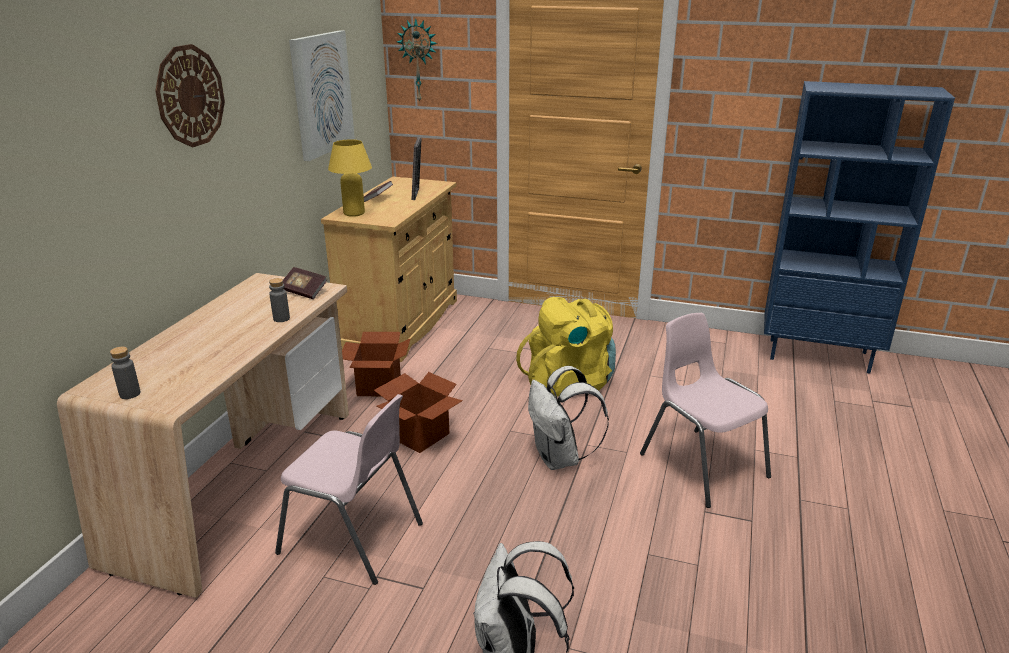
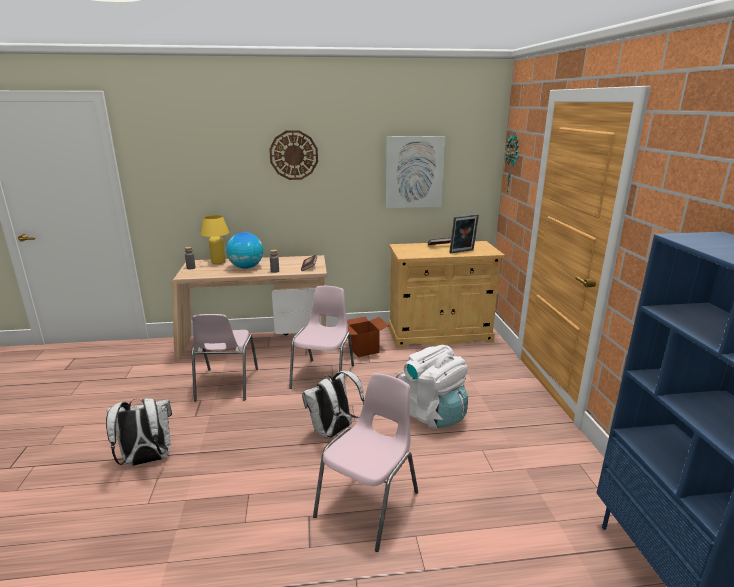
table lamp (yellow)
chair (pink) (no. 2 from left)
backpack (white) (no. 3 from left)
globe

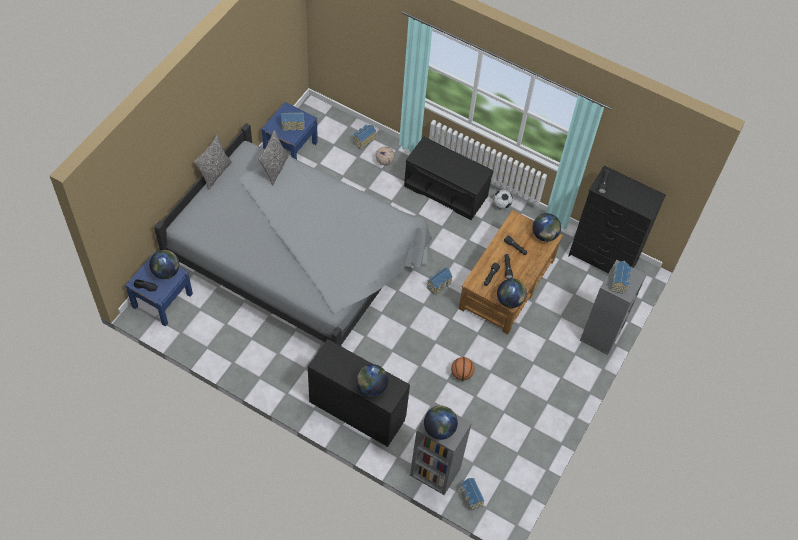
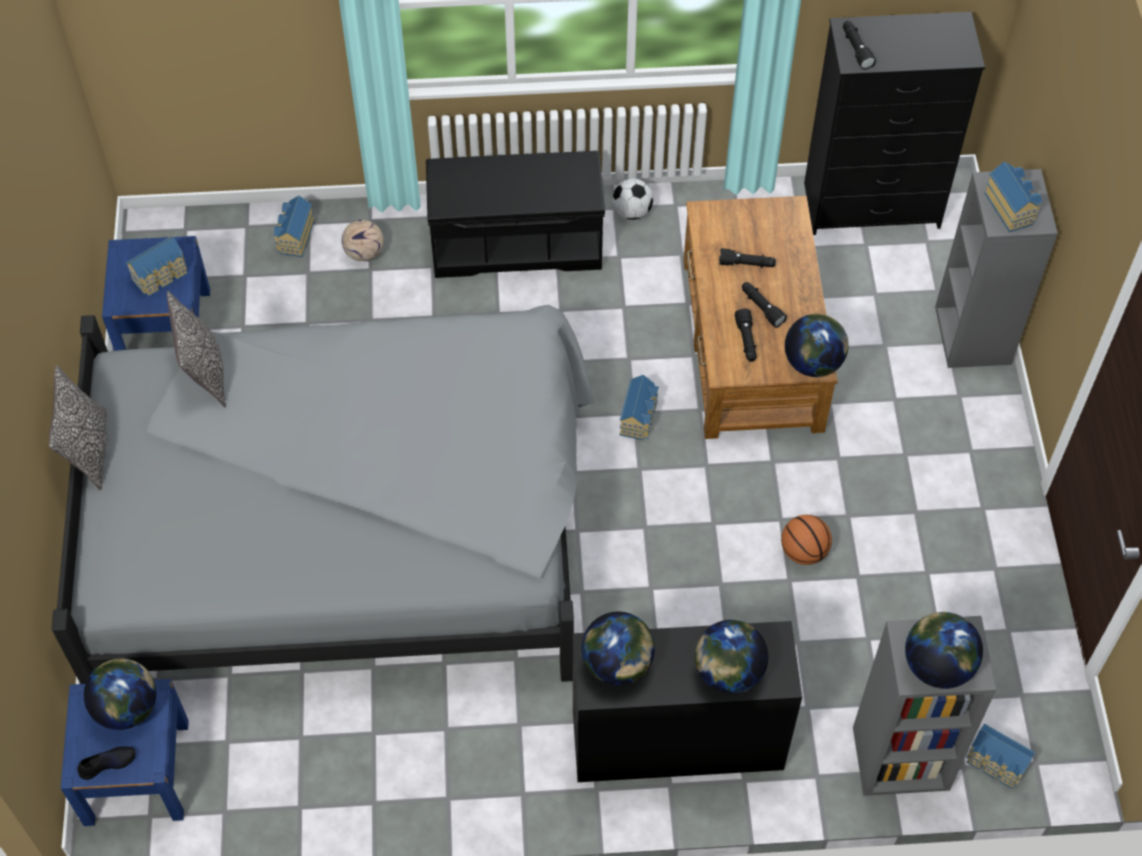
globe (no. 2 from left)

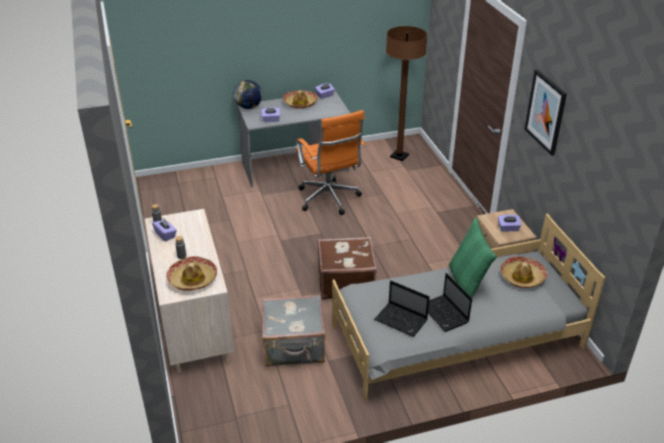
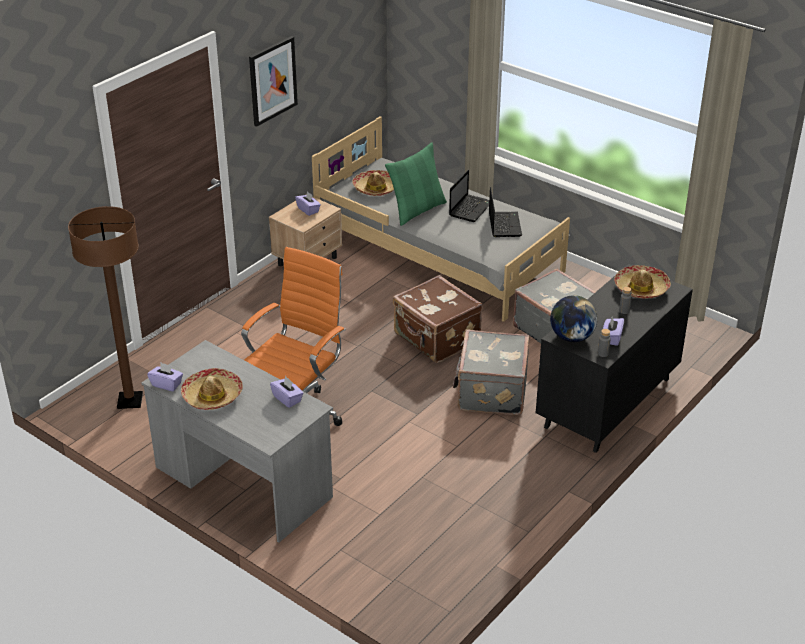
dresser (black)
globe
suitcase (grey) (no. 1 from left)

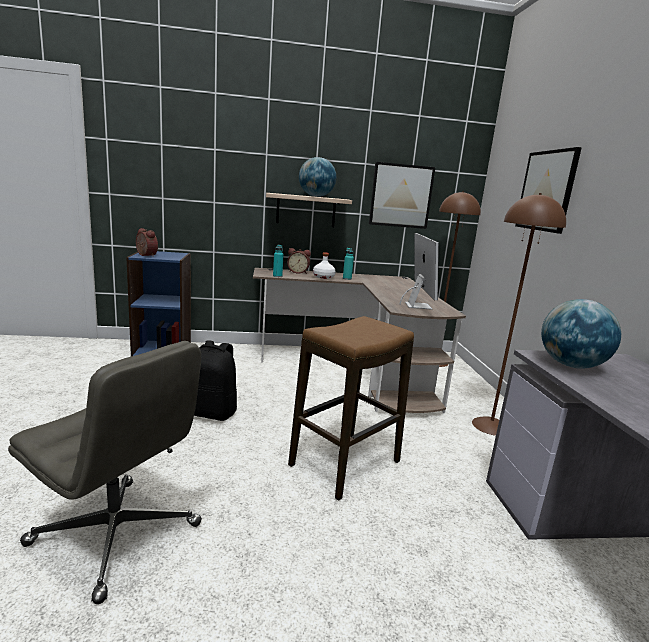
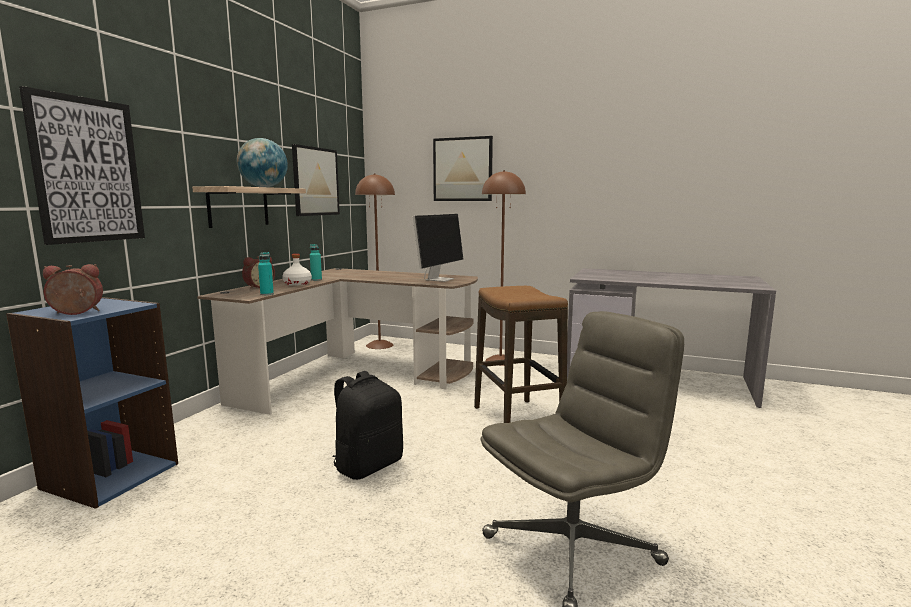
monitor
globe (no. 2 from left in the first image)
picture (no. 1 from left)

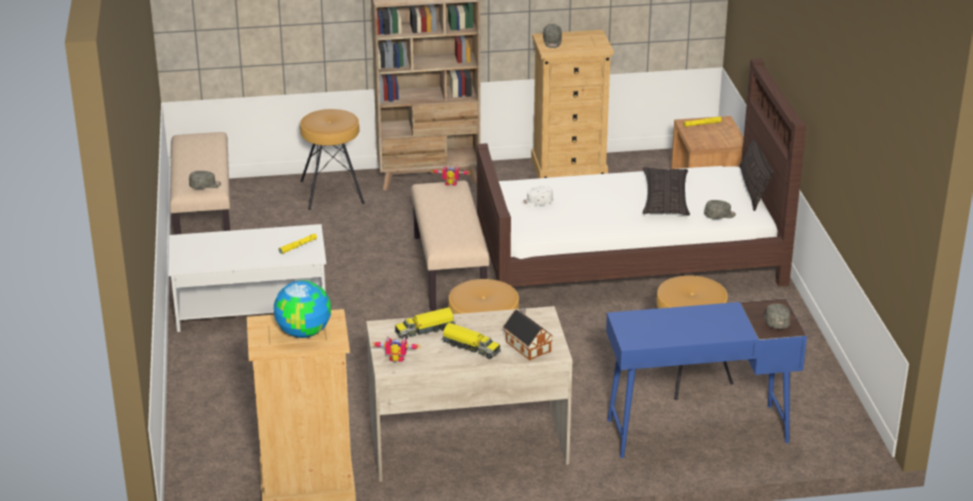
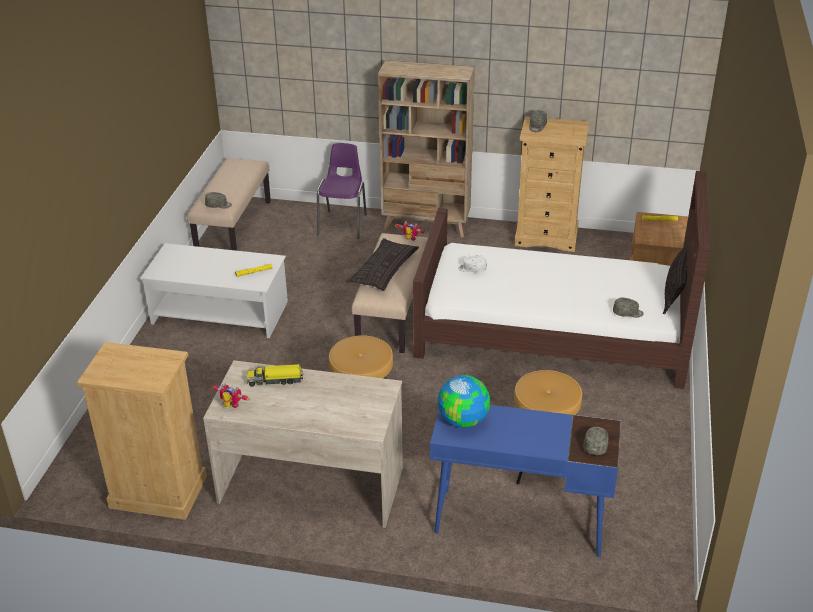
globe
chair (purple)
toy truck (no. 2 from left in the first image)
toy house
pillow (no. 1 from left)

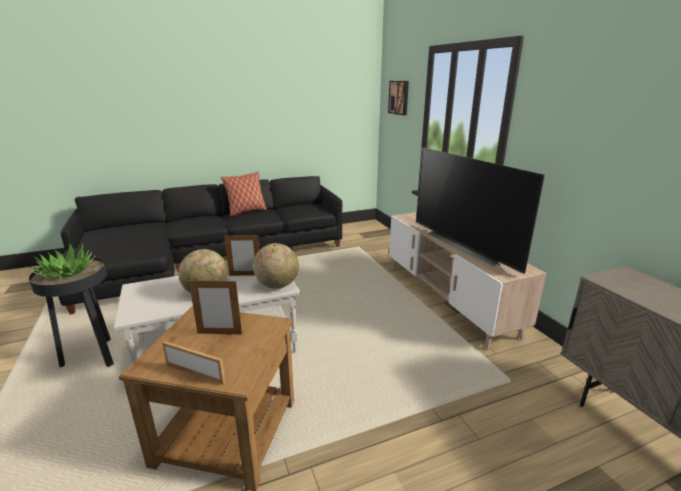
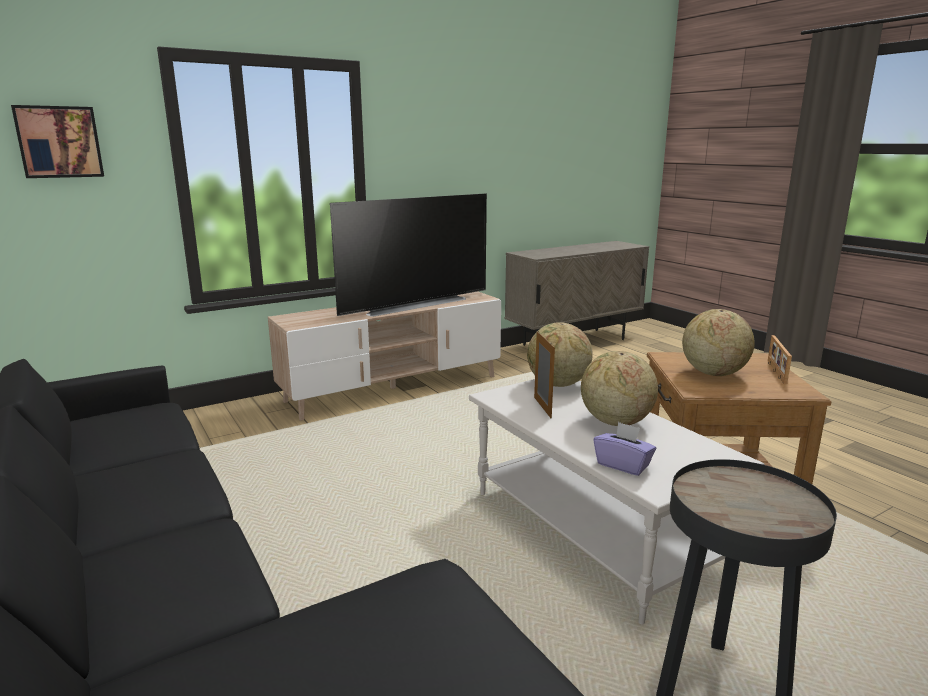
potted plant
globe (no. 3 from left)
pillow
tissue box (purple)

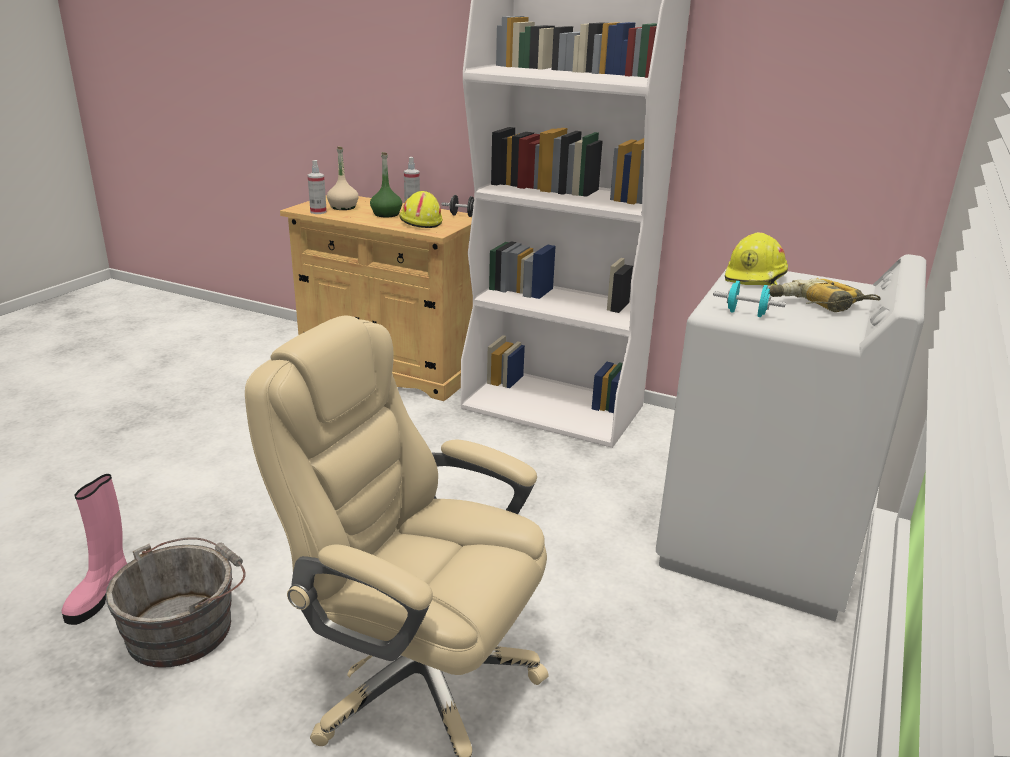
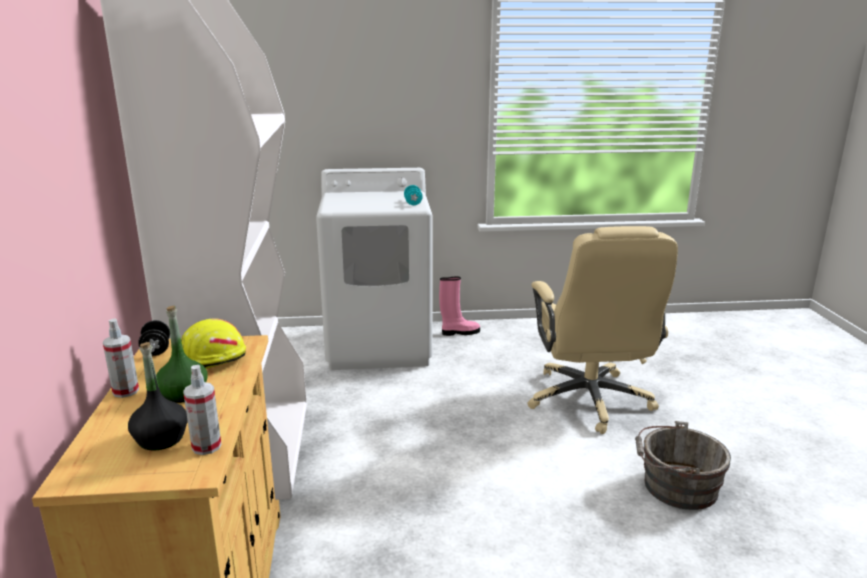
boot (pink)
bottle (black)
hard hat (yellow) (no. 2 from left in the first image)
power drill

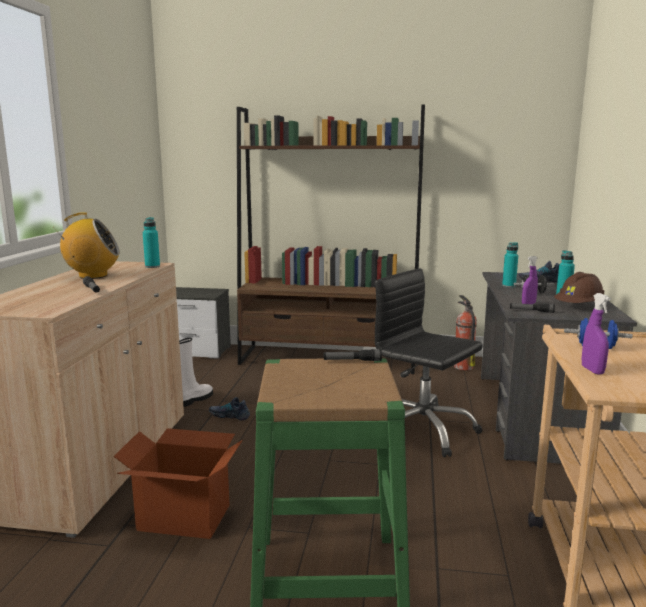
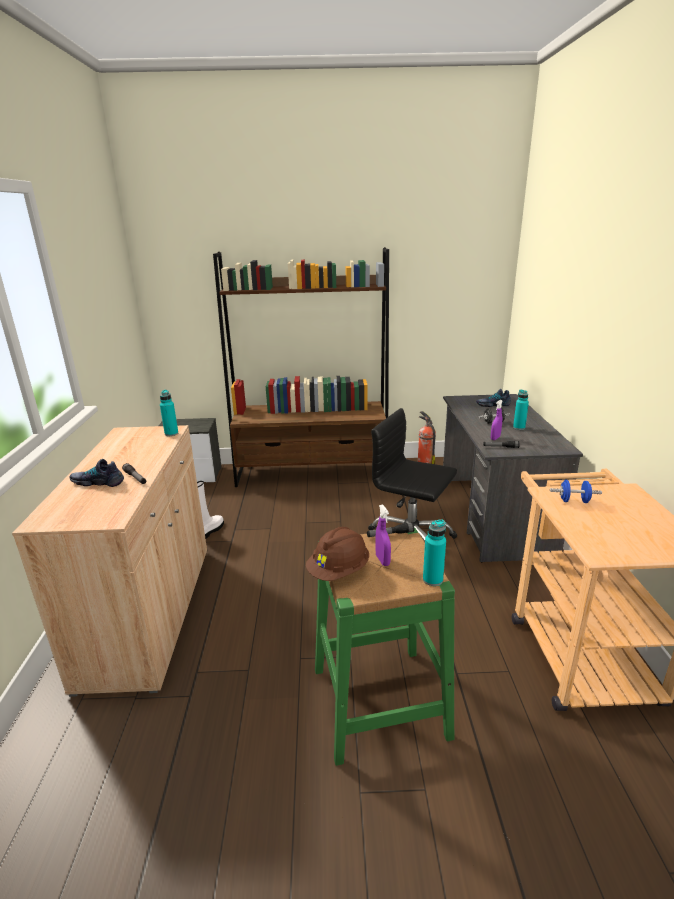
radio
cardboard box
shoe (no. 1 from left)
bottle (turquoise) (no. 2 from left)
hard hat (brown)
spray bottle (purple) (no. 1 from left)

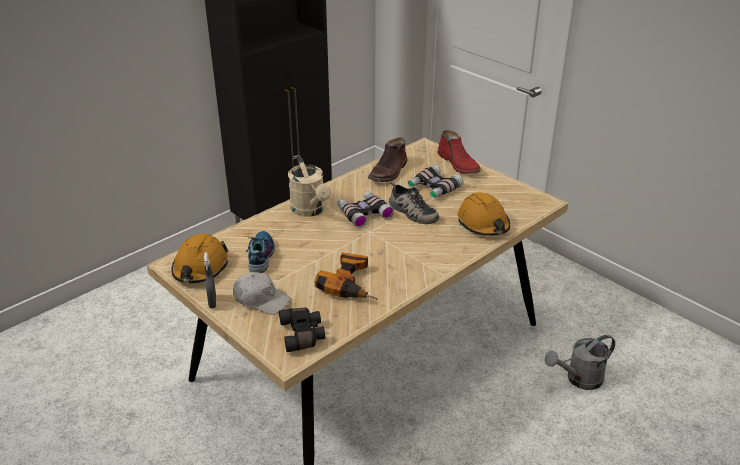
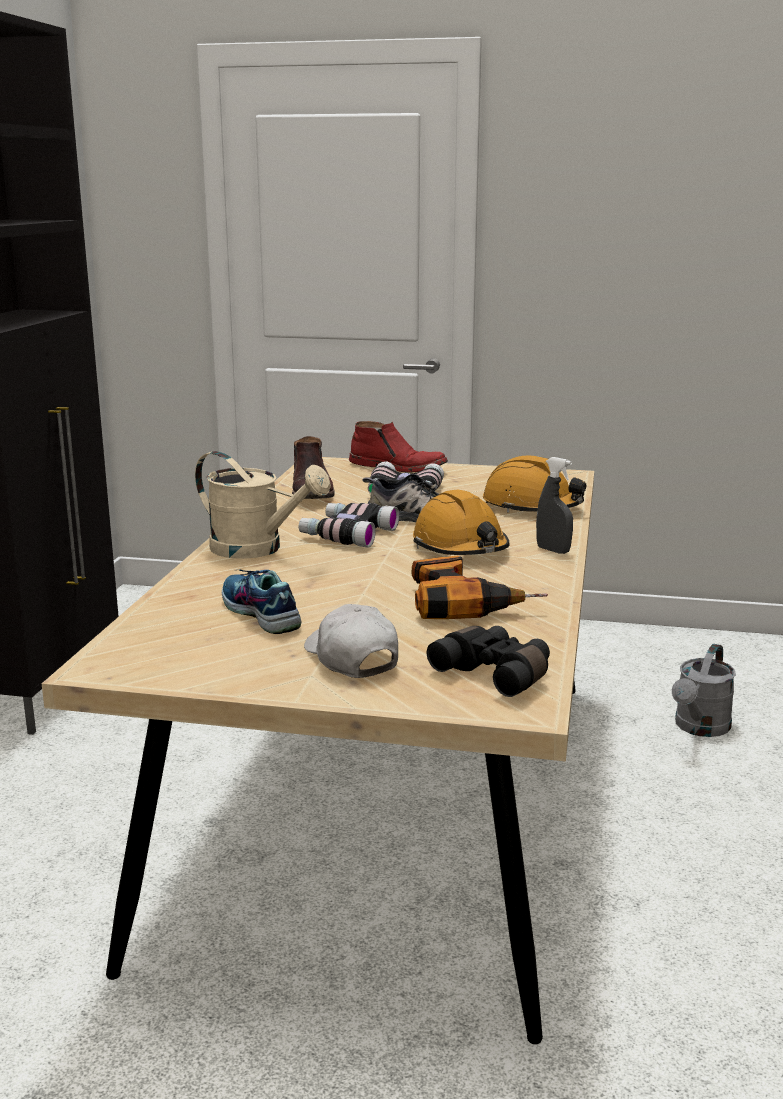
hard hat (orange) (no. 1 from left)
spray bottle (grey)
cap (white)

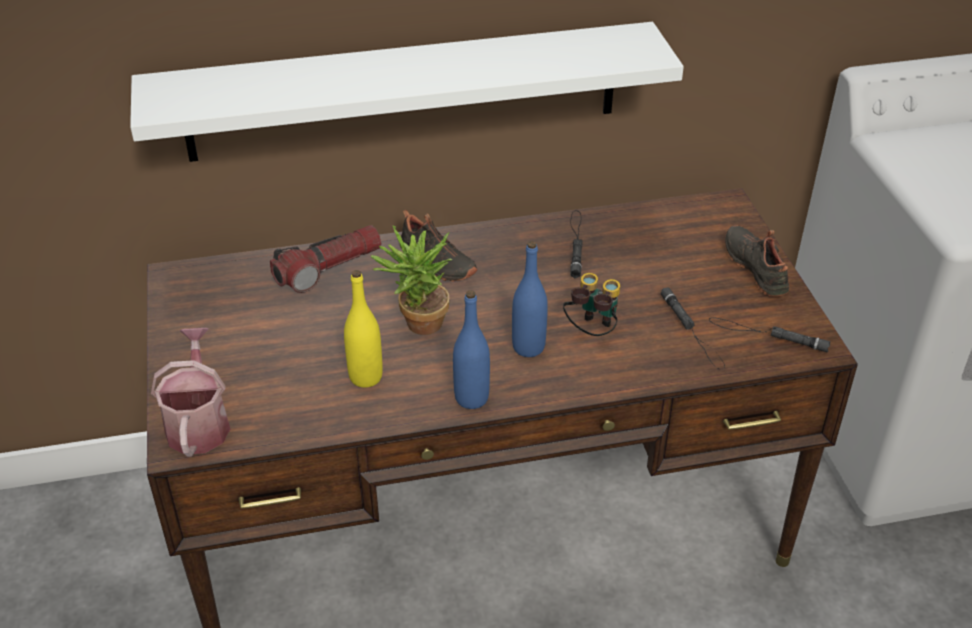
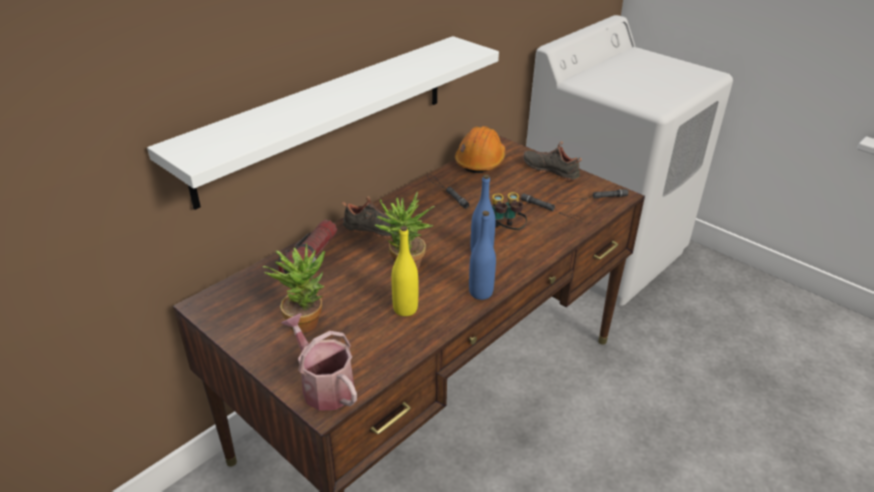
potted plant (no. 1 from left)
hard hat (orange)

